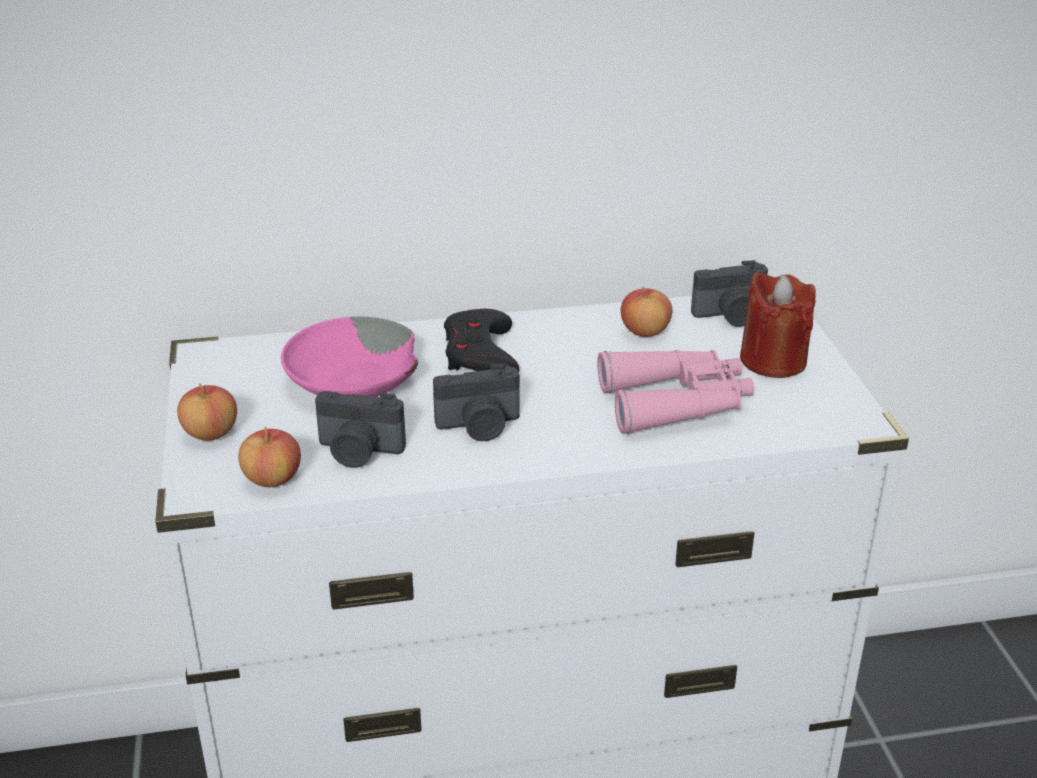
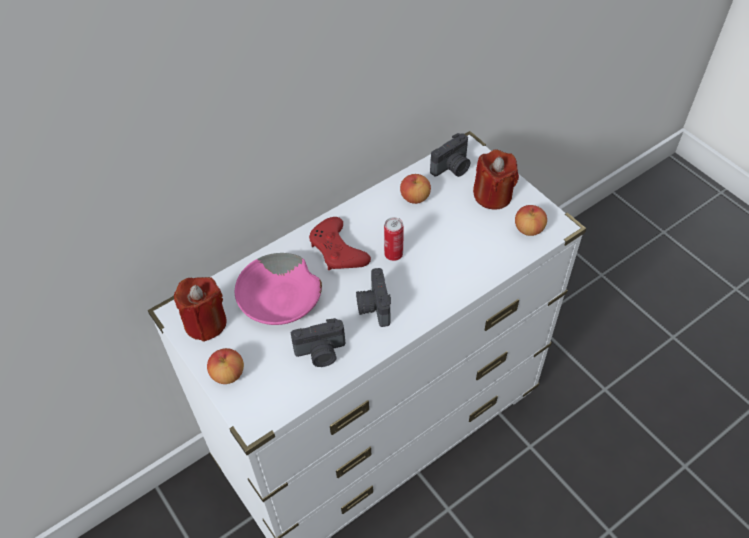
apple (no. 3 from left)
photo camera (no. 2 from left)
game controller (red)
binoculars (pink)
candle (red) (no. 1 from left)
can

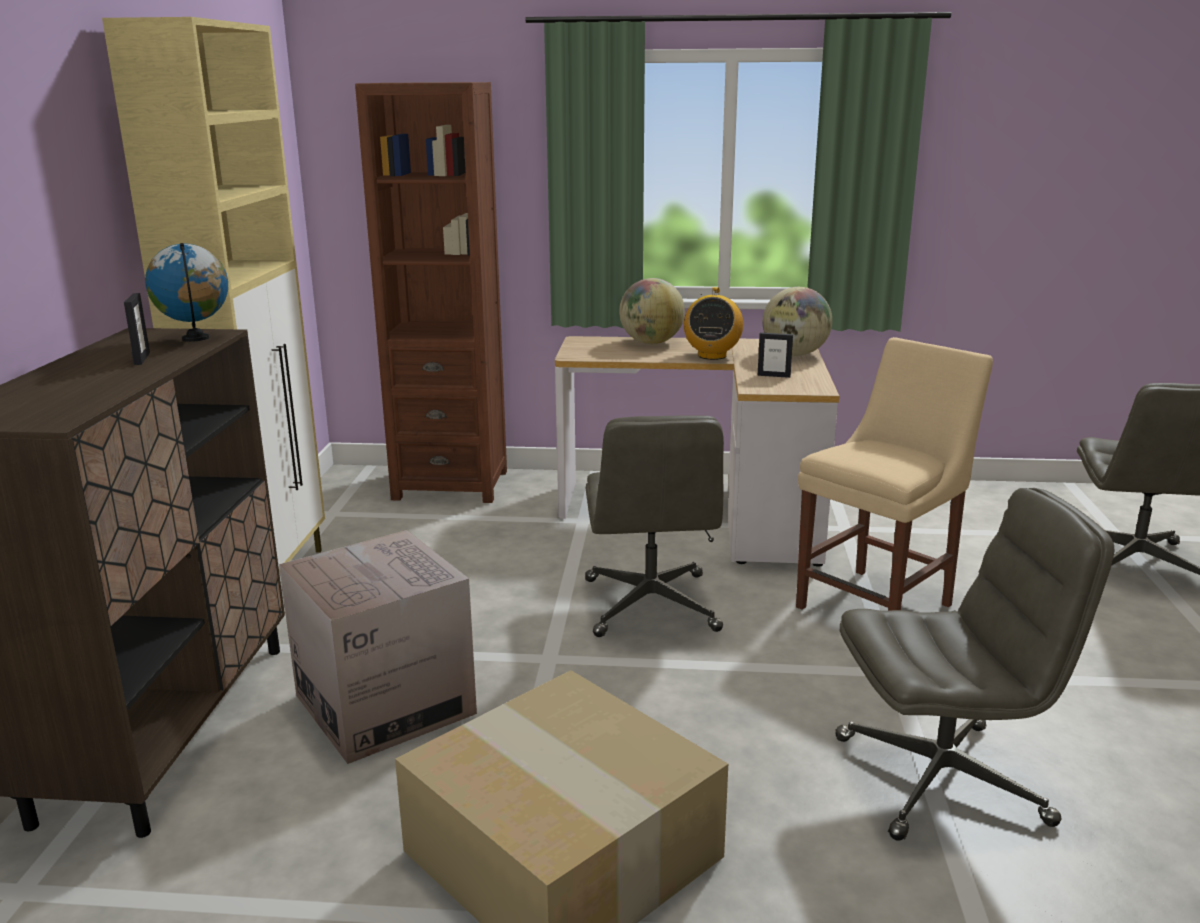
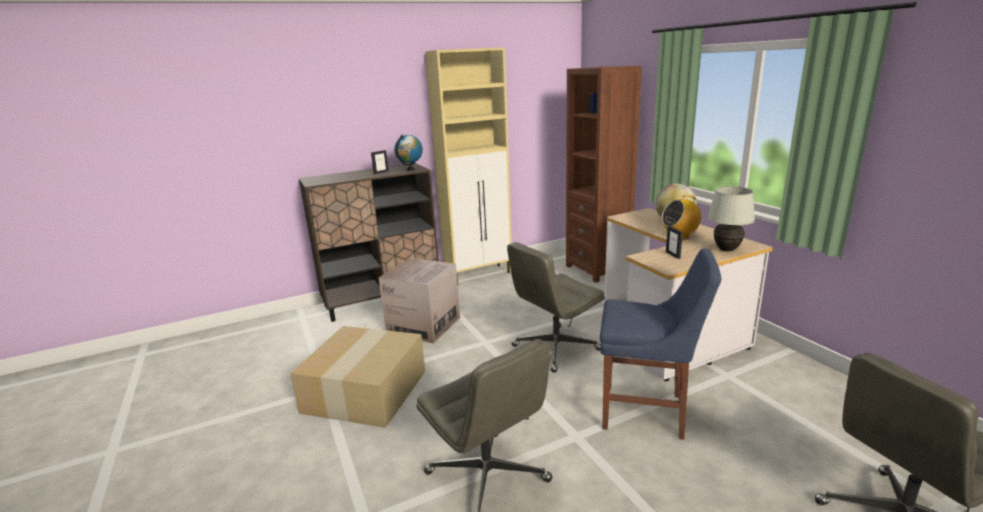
table lamp (white)
chair (blue)

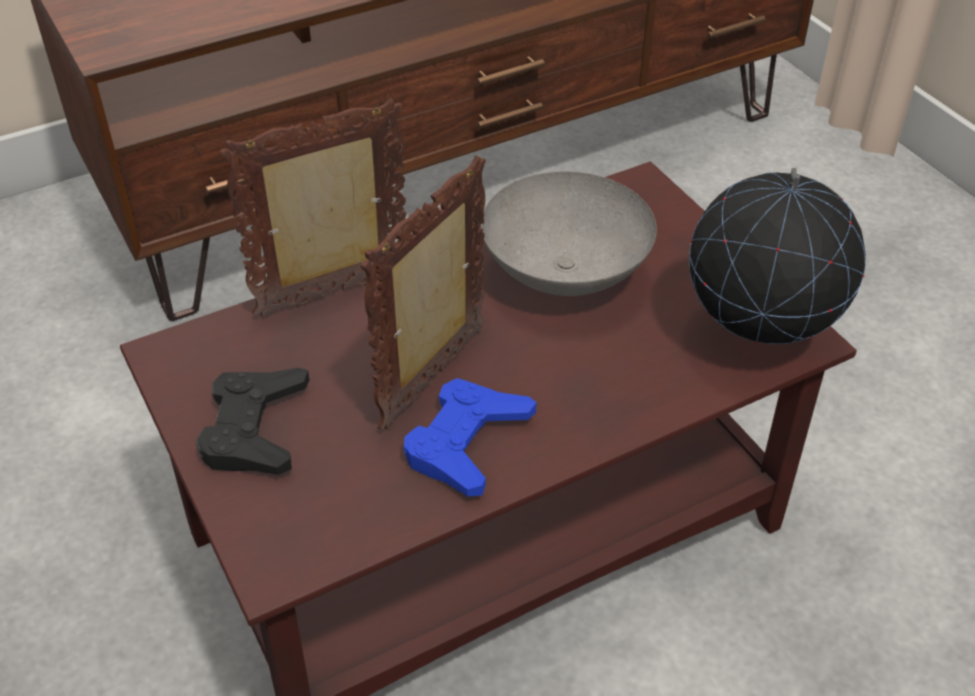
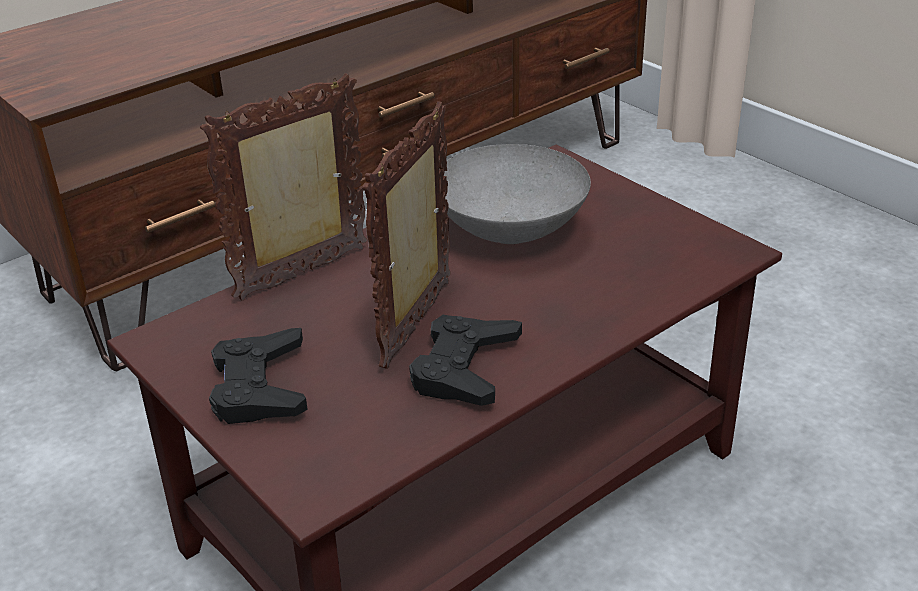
game controller (black) (no. 2 from left)
globe

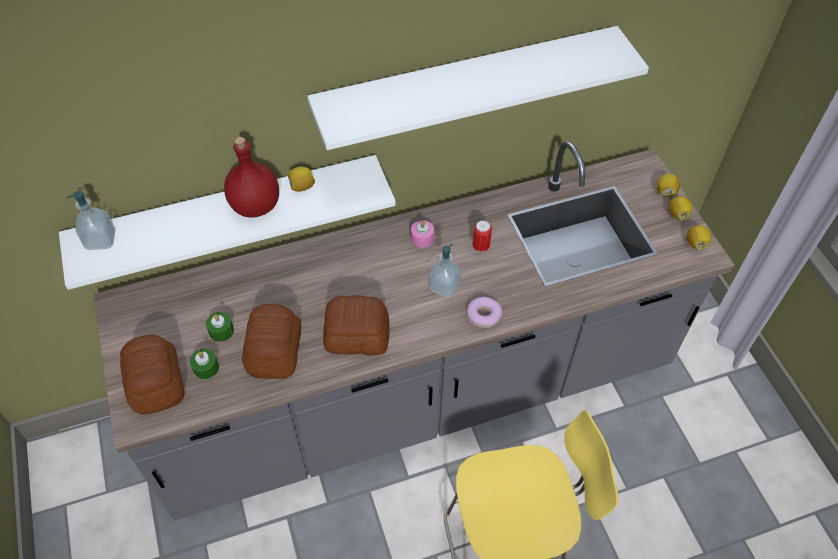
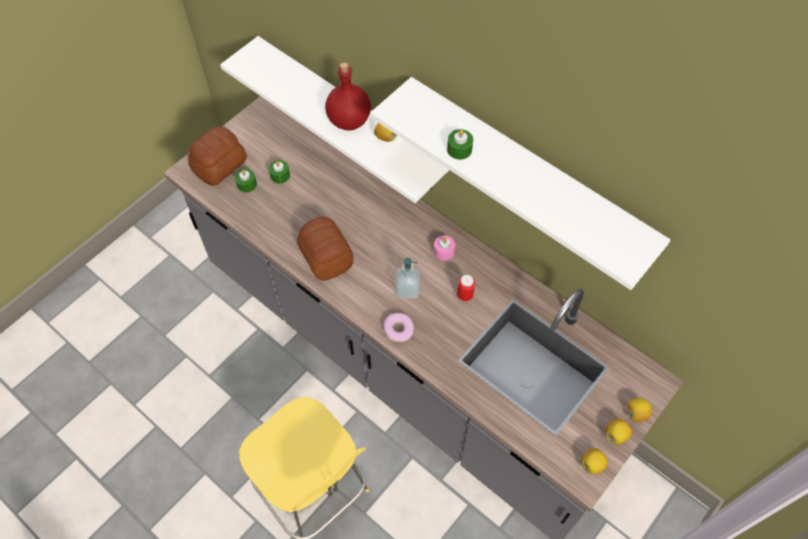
soap dispenser (no. 1 from left in the first image)
bread (no. 2 from left in the first image)
candle (green) (no. 3 from left)

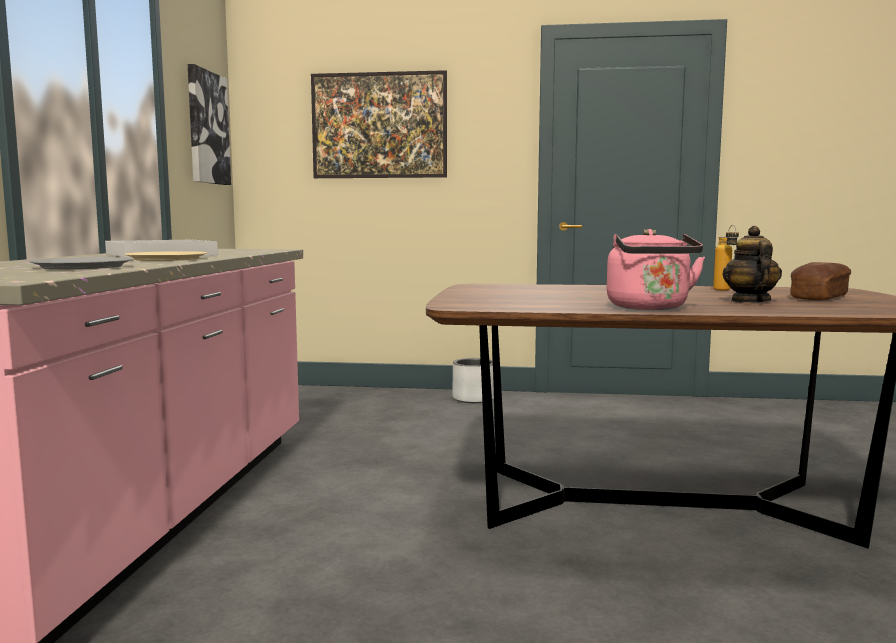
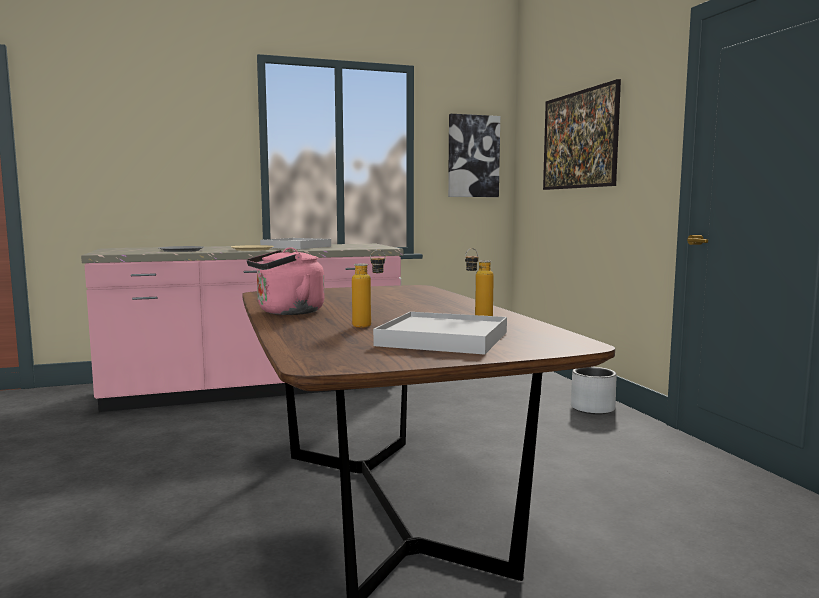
bottle (no. 1 from left)
tray (white) (no. 2 from left)

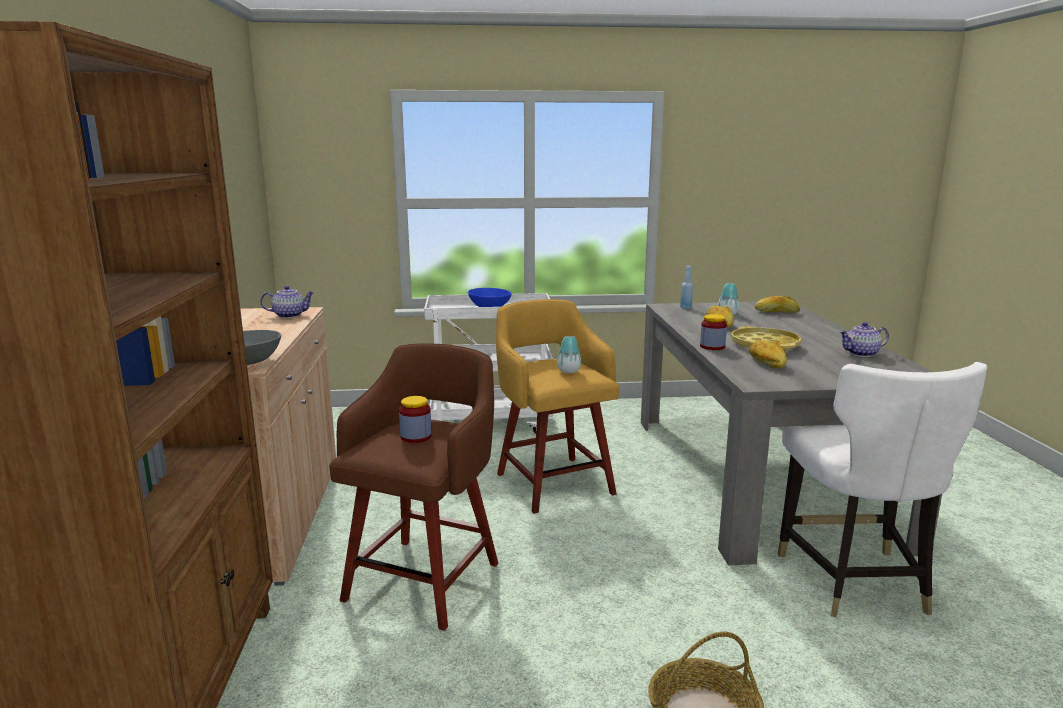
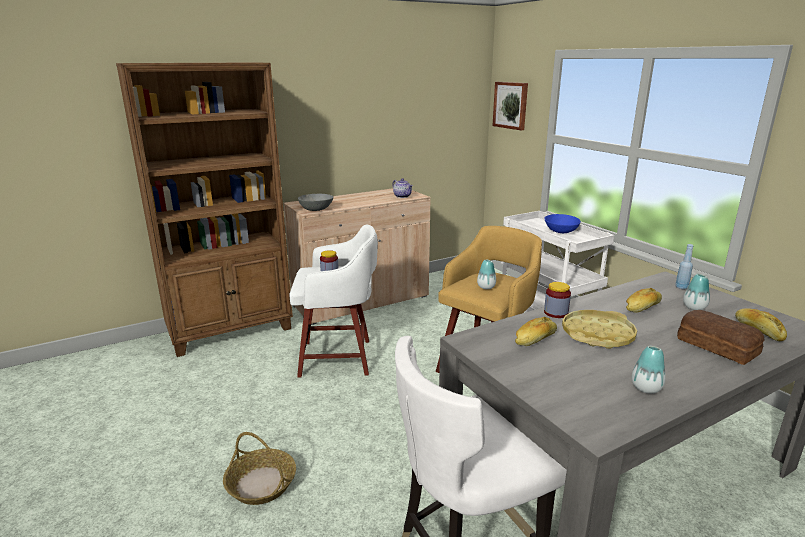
stool (white)
vase (no. 2 from left)
picture
bread (no. 3 from left)

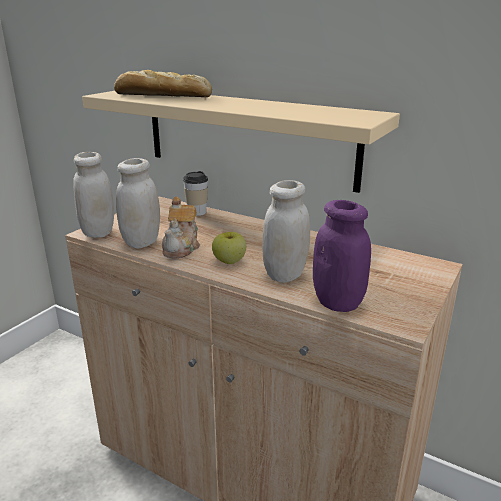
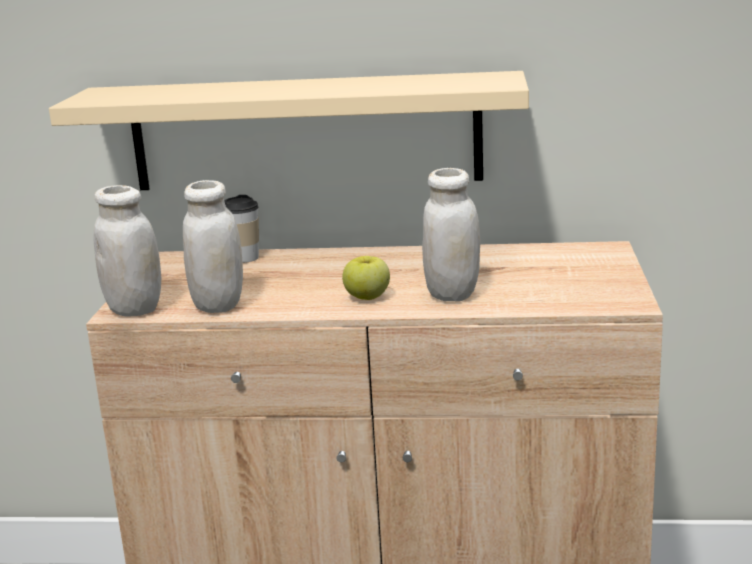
bread
teapot
jar (purple)

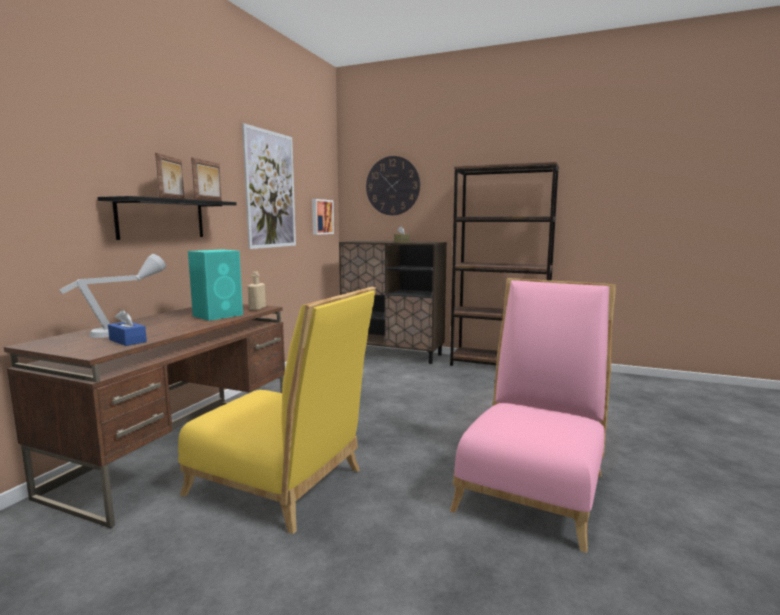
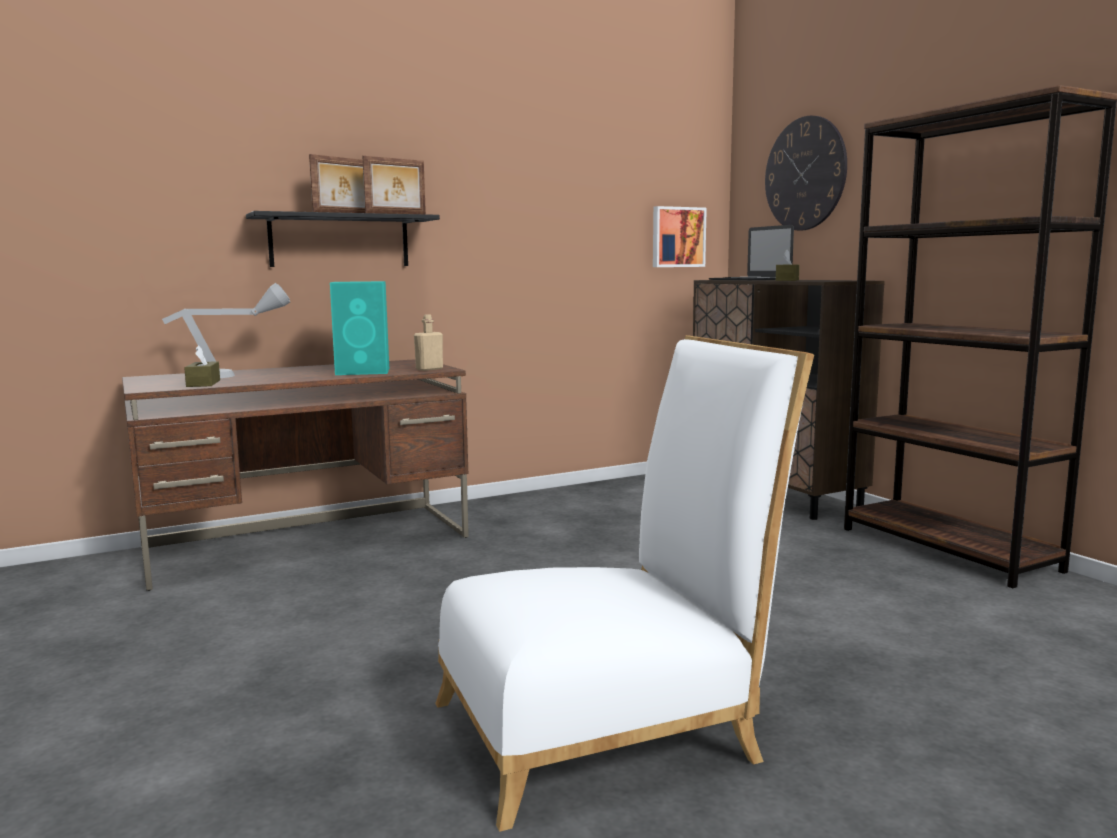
tissue box (brown) (no. 1 from left)
chair (yellow)
picture (no. 1 from left in the first image)
chair (white)
laptop

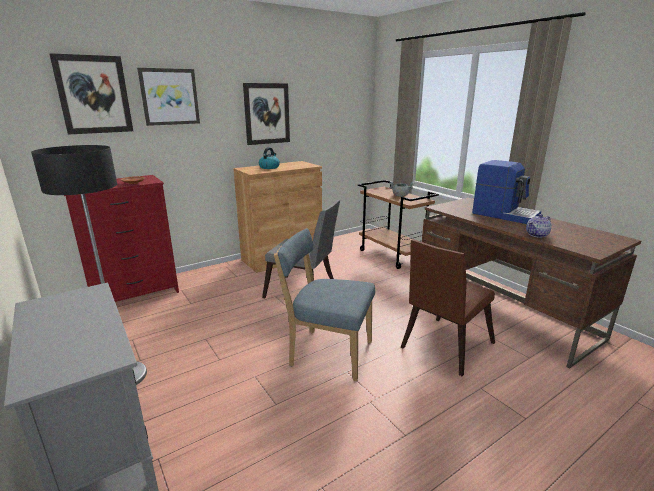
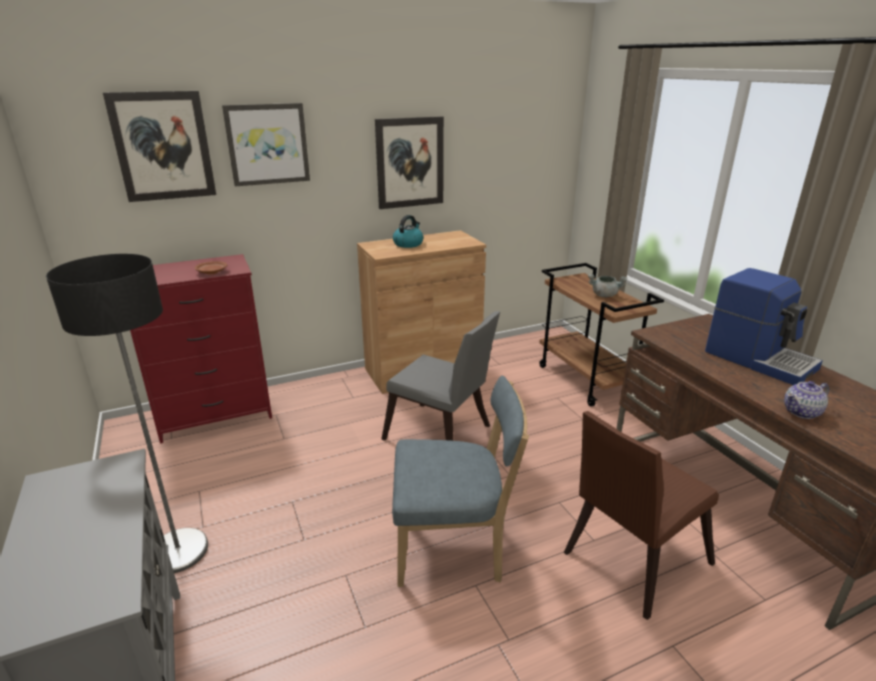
chair (blue)

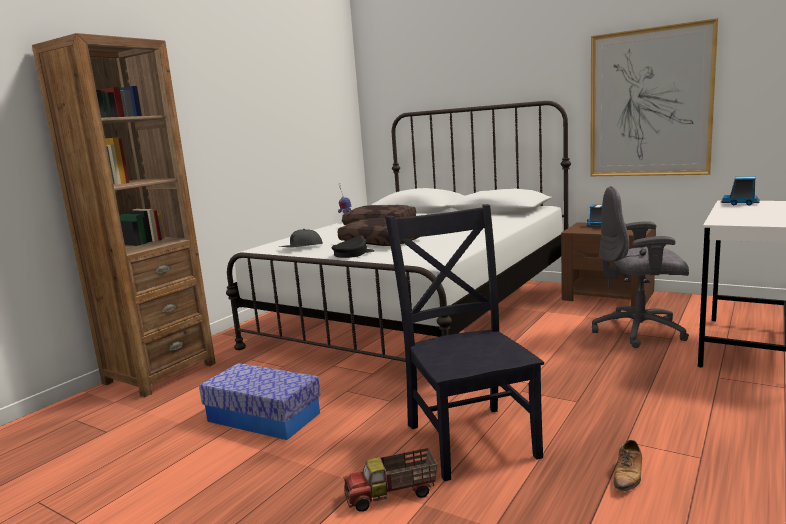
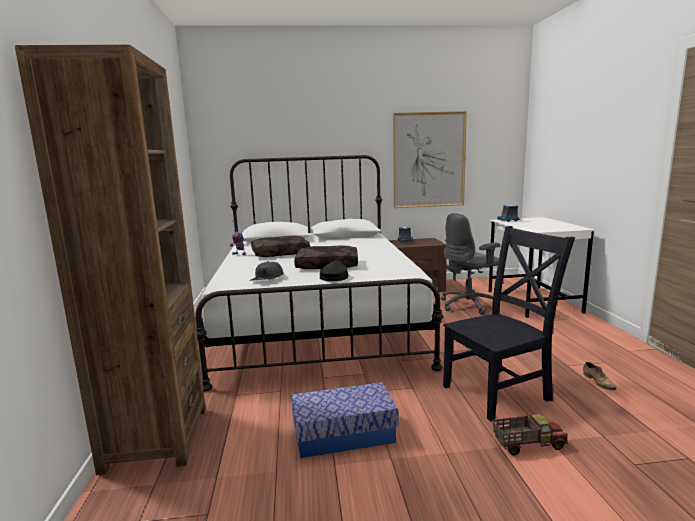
toy truck (no. 3 from left)
chair (black)

